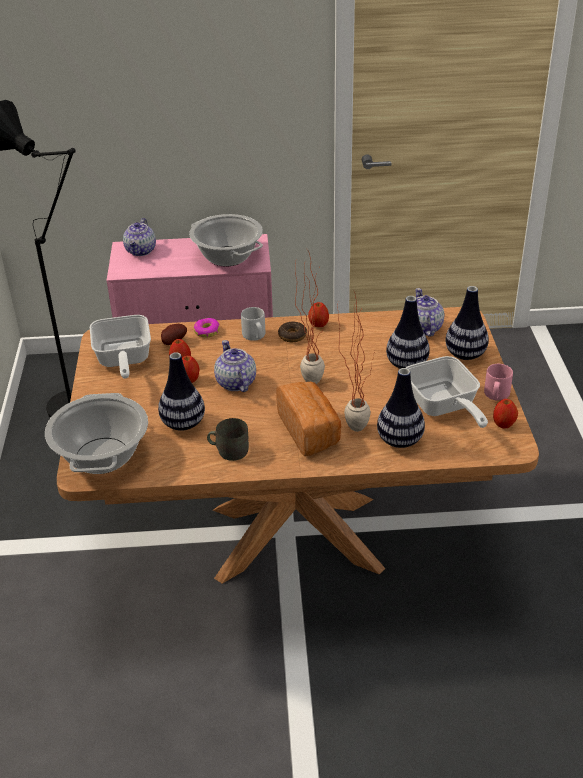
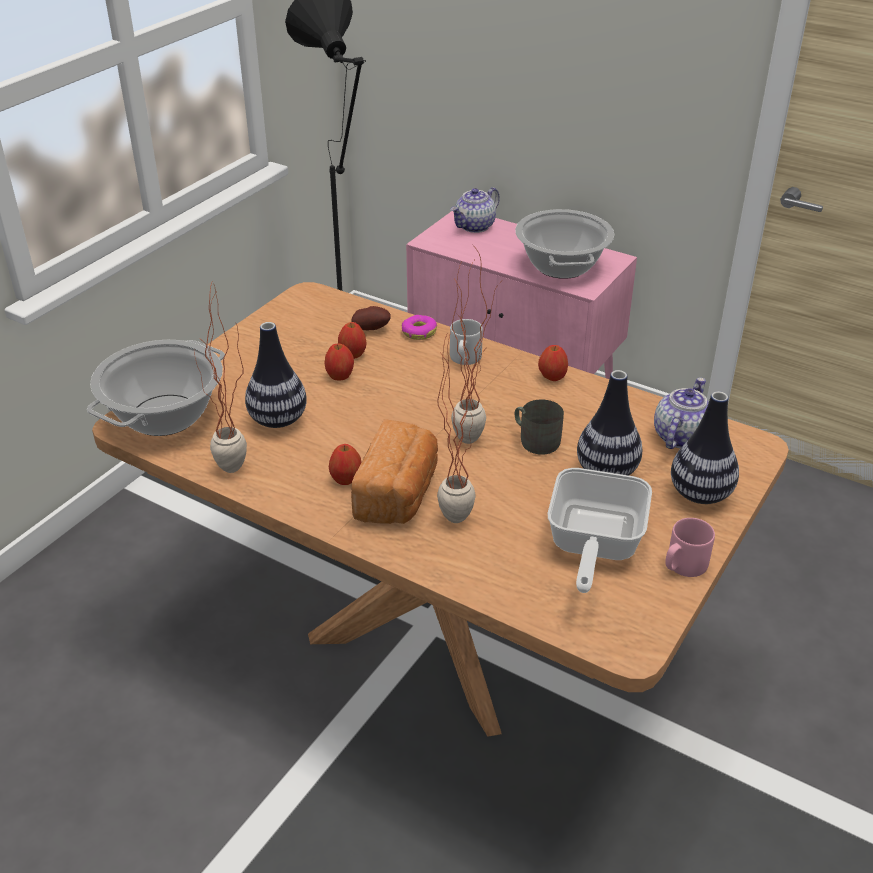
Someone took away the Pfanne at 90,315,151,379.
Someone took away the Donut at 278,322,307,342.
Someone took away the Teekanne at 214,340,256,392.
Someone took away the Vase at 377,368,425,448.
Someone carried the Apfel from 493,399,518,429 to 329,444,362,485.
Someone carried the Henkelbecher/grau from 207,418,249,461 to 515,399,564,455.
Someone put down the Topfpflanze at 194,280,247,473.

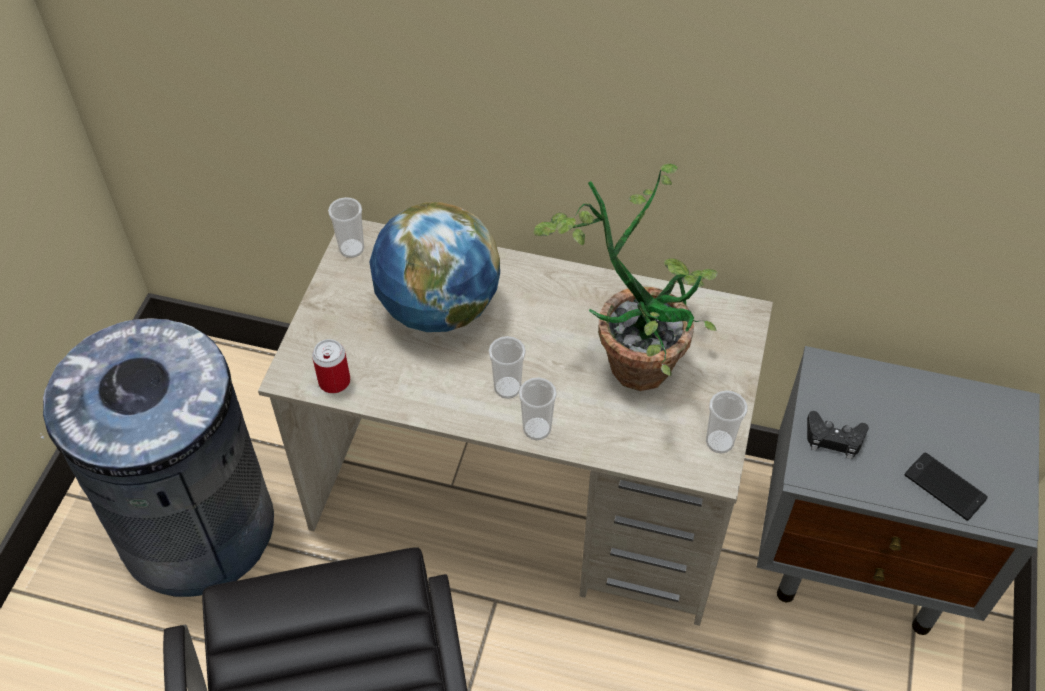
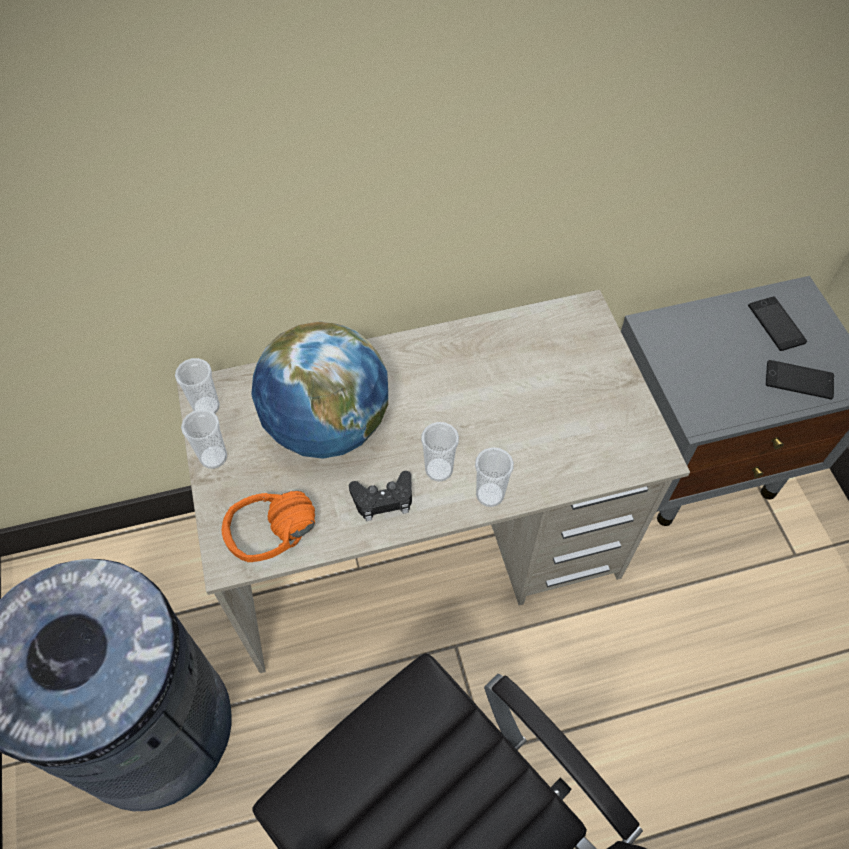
Someone took away the Topfpflanze at 533,164,718,391.
Someone swapped the Dose at 312,339,350,393 for the Kopfhörer/orange at 222,491,315,562.
Someone carried the Tasse from 706,390,748,454 to 181,409,227,469.
Someone carried the Gamepad/schwarz from 807,411,869,459 to 349,471,412,521.
Someone put down the Handy at 748,297,807,351.

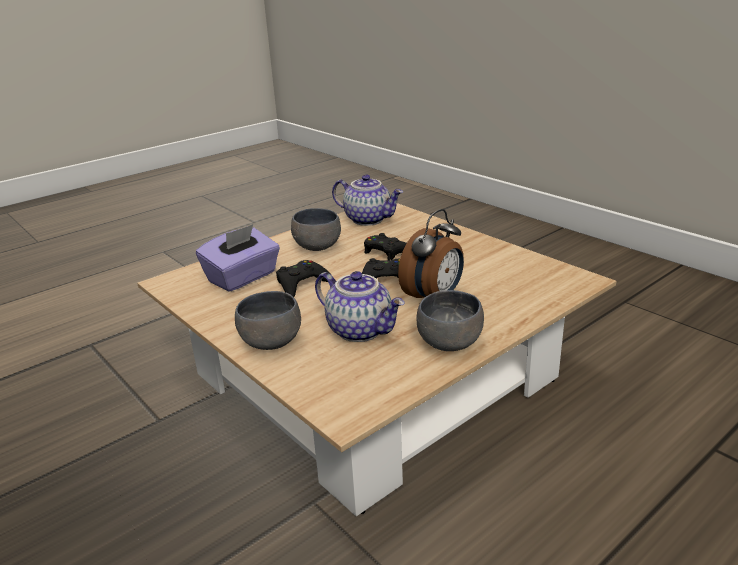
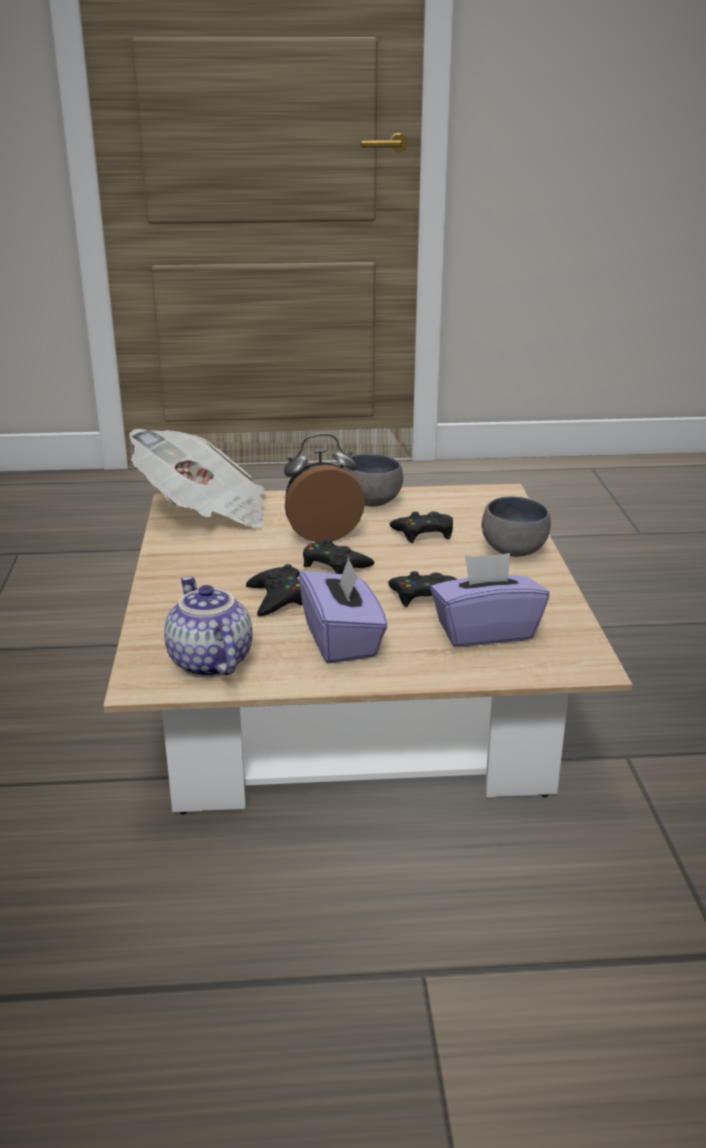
Someone swapped the Schüssel/grau at 291,208,341,251 for the Taschentuchbox/lila at 299,557,388,664.
Someone swapped the Teekanne at 315,271,405,342 for the Gamepad/schwarz at 390,511,453,543.
Someone put down the Zeitung at 129,429,265,528.

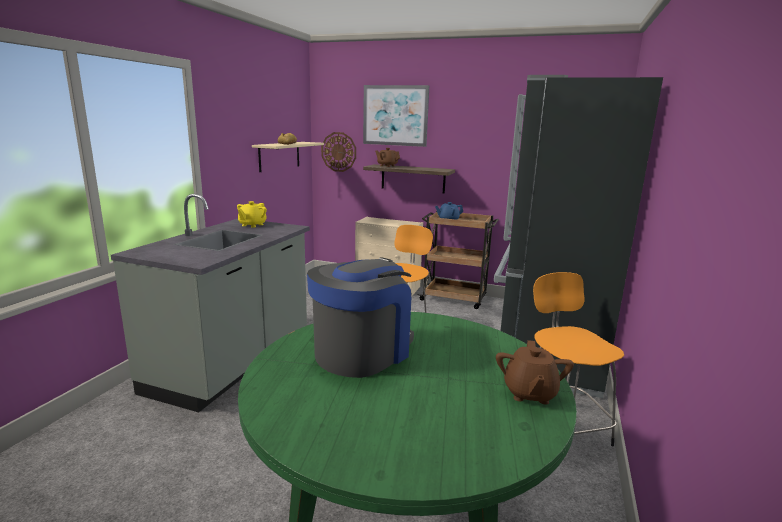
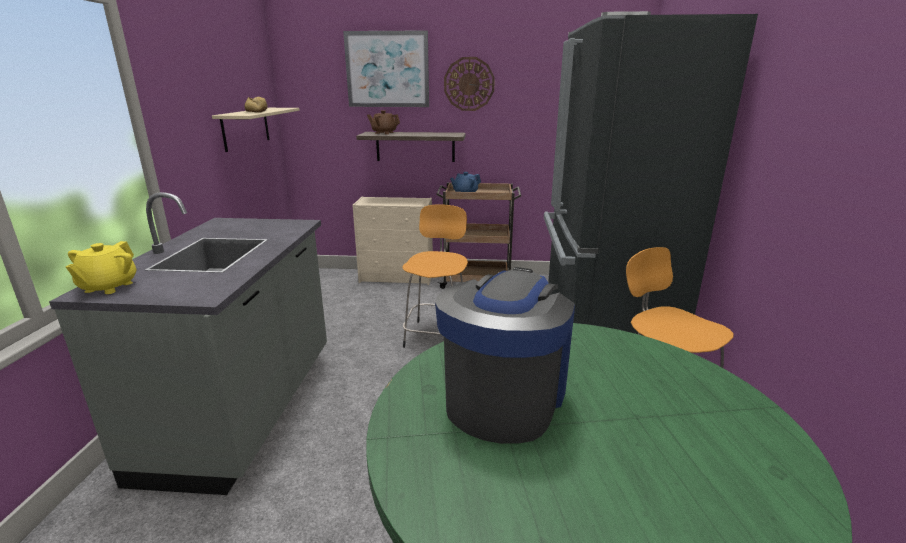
Someone carried the Wanduhr from 321,132,356,172 to 444,57,495,111.
Someone carried the Teekanne/gelb from 237,201,267,228 to 66,241,136,294.
Someone took away the Teekanne/braun at 496,340,574,405.

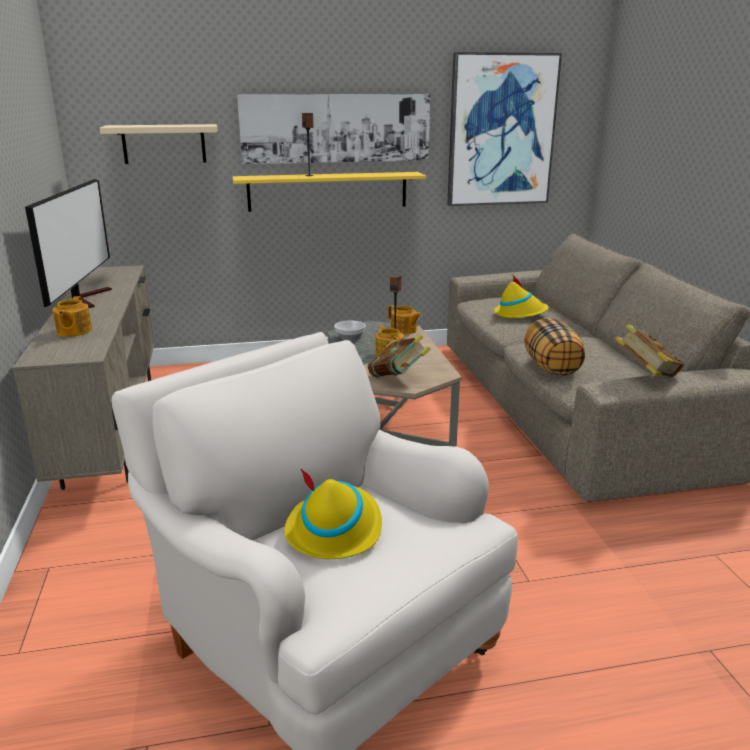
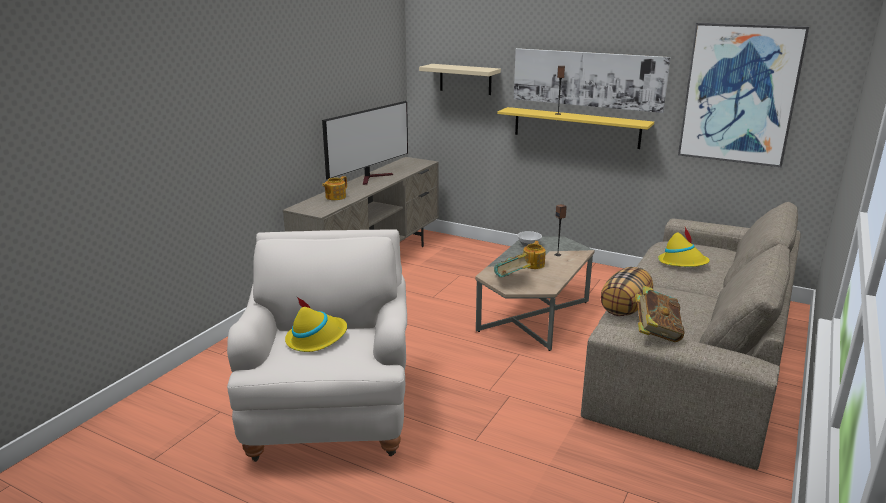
Someone took away the Teekanne at 388,305,422,335.

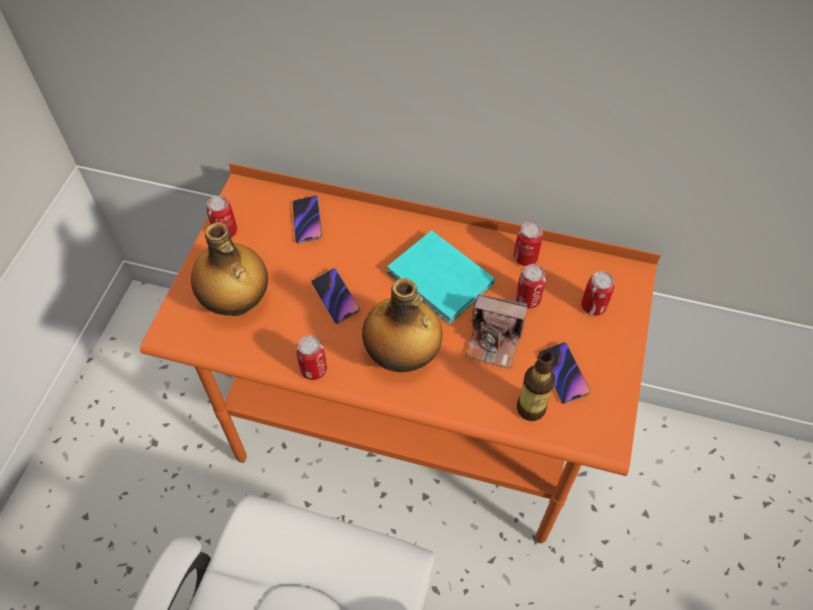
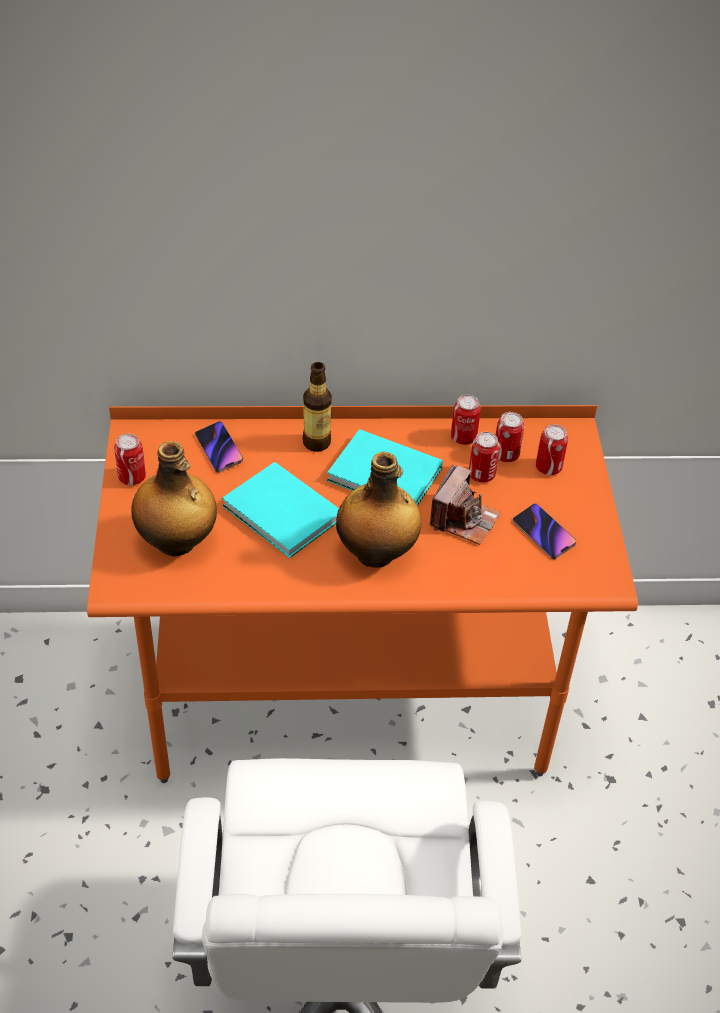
Someone swapped the Handy at 311,268,360,324 for the Buch/türkis at 222,462,339,558.
Someone rotated the Kamera at 465,295,528,369 by 60 degrees counterclockwise.
Someone carried the Dose from 296,335,327,380 to 496,412,524,462.
Someone carried the Flasche from 517,351,555,421 to 303,362,332,452.

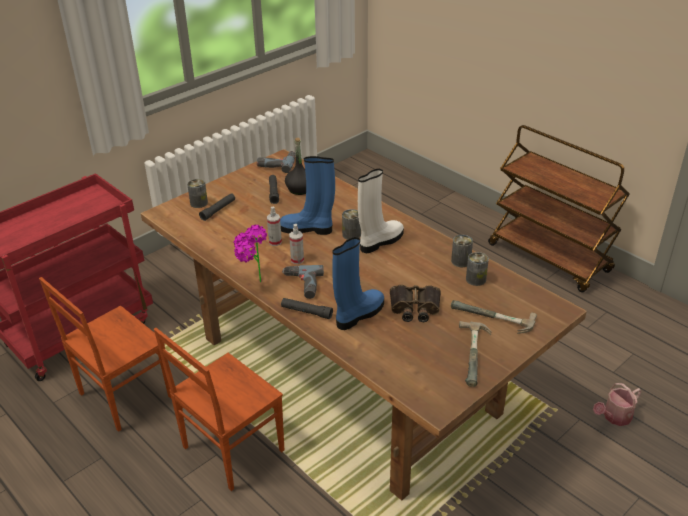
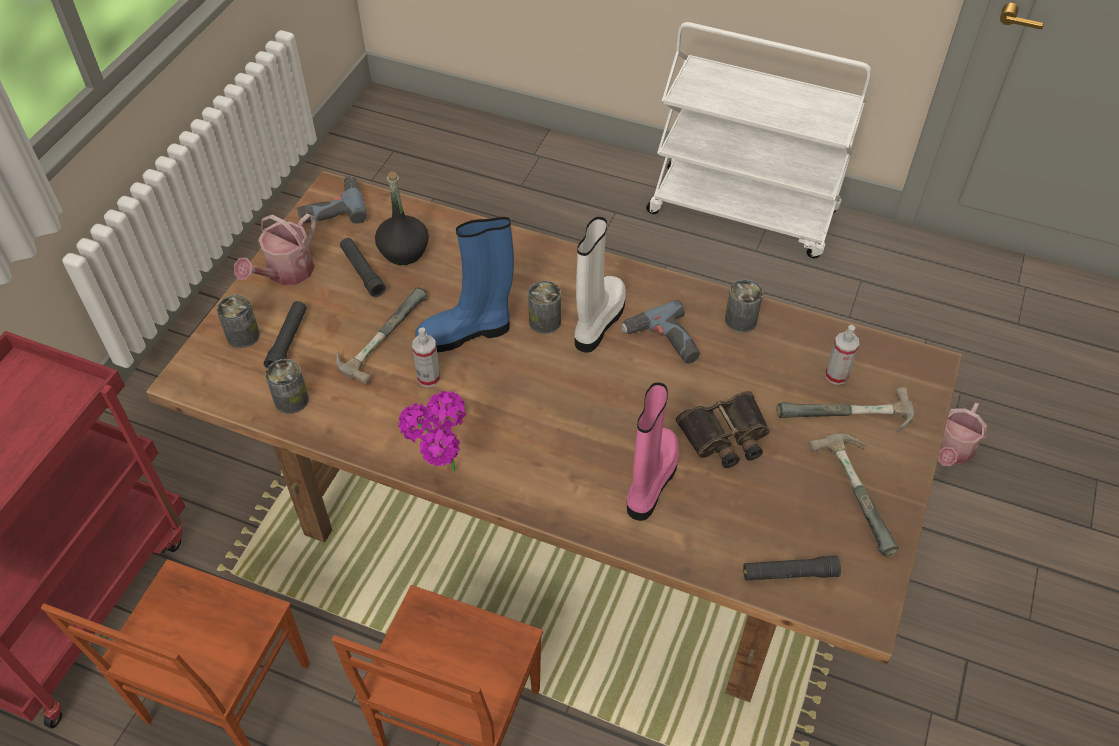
Someone repainted the Rollwagen/braun at 488,125,630,292, which became the Rollwagen/weiß at 646,22,871,258.
Someone carried the Sprühflasche from 289,224,304,264 to 825,325,859,385.
Someone repainted the Stiefel/blau at 332,237,384,330, which became the Stiefel/rosa at 627,382,679,521.
Someone carried the Dose from 466,252,489,286 to 265,359,309,414.
Someone carried the Bohrmaschine from 282,265,324,299 to 621,300,700,363.
Someone carried the Taschenlampe/schwarz from 281,298,333,319 to 743,556,841,580.
Someone put down the Gießkanne at 234,213,316,285.
Someone put down the Hammer at 336,287,427,385.

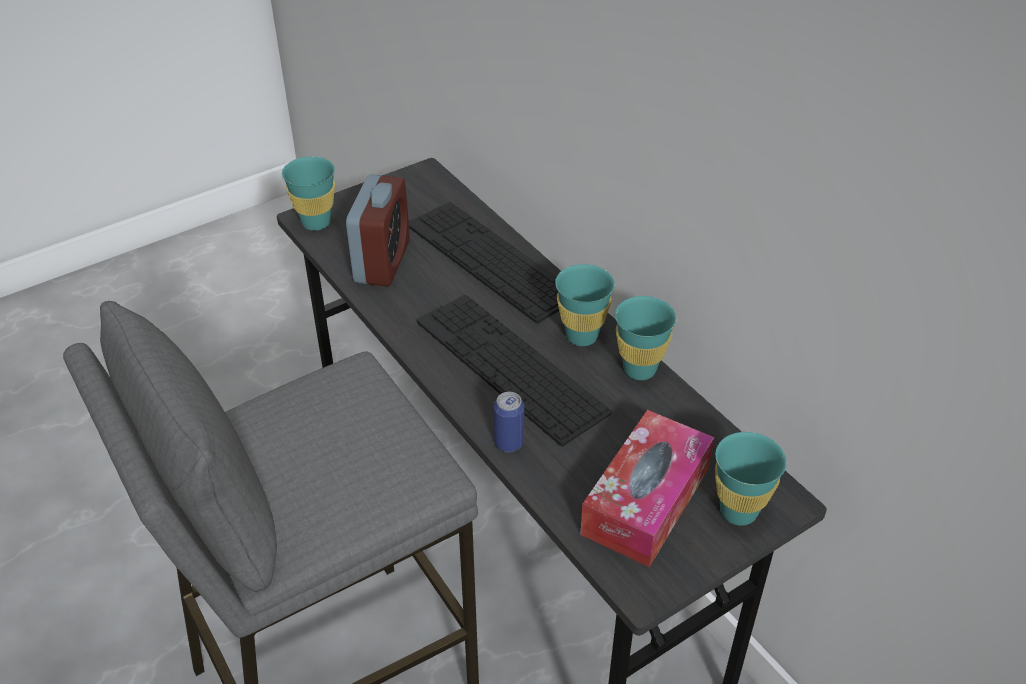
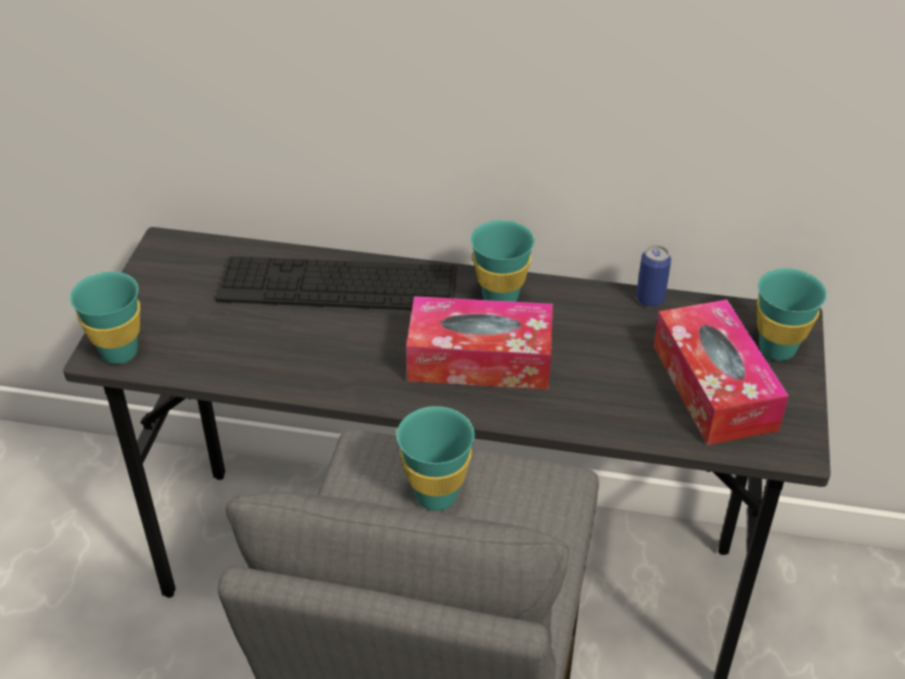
Someone took away the Wecker at 346,174,410,287.
Someone swapped the Tastatur at 417,295,612,447 for the Taschentuchbox at 406,296,553,390.
Someone carried the Tasse/türkis from 615,296,677,380 to 397,406,475,511.
Someone carried the Dose from 494,392,524,452 to 636,245,671,307.

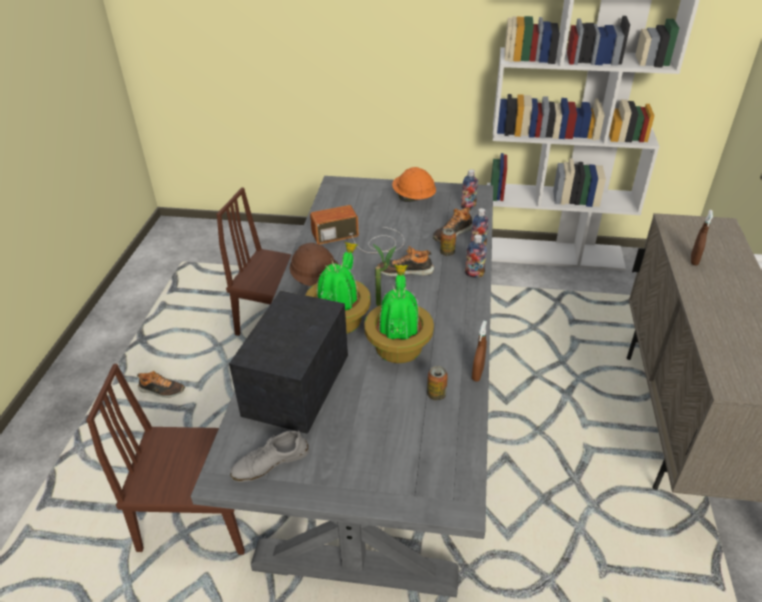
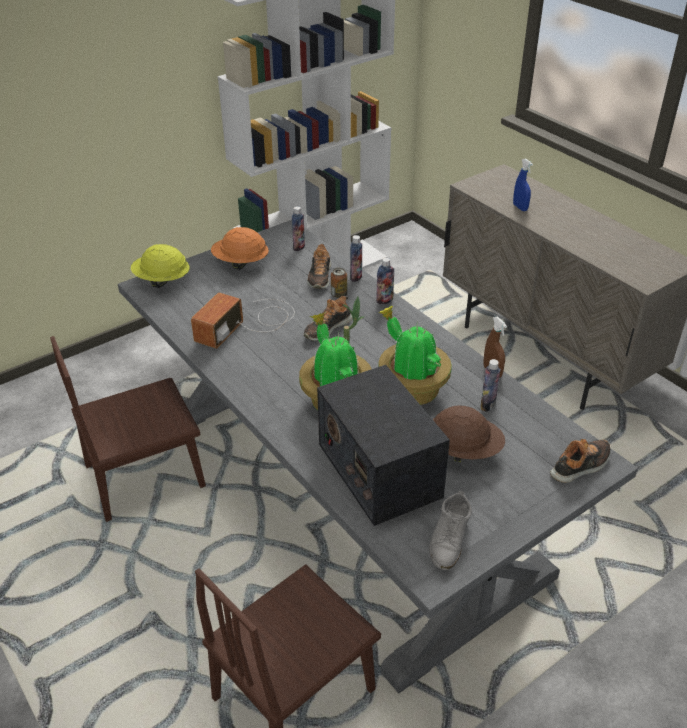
Someone repainted the Sprühflasche/braun at 691,210,713,265, which became the Sprühflasche/blau at 513,158,533,211.
Someone carried the Schutzhelm/braun from 289,243,338,286 to 433,405,505,462.
Someone swapped the Dose at 427,366,448,401 for the Flasche at 480,359,501,412.
Someone carried the Schuh from 137,371,185,398 to 550,439,611,483.
Someone put down the Schutzhelm/gelb at 131,244,190,288.

